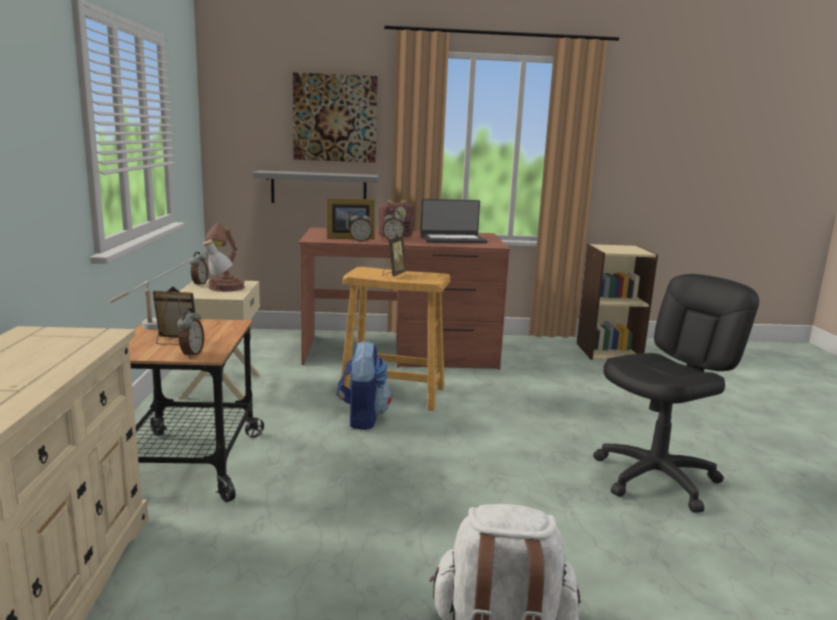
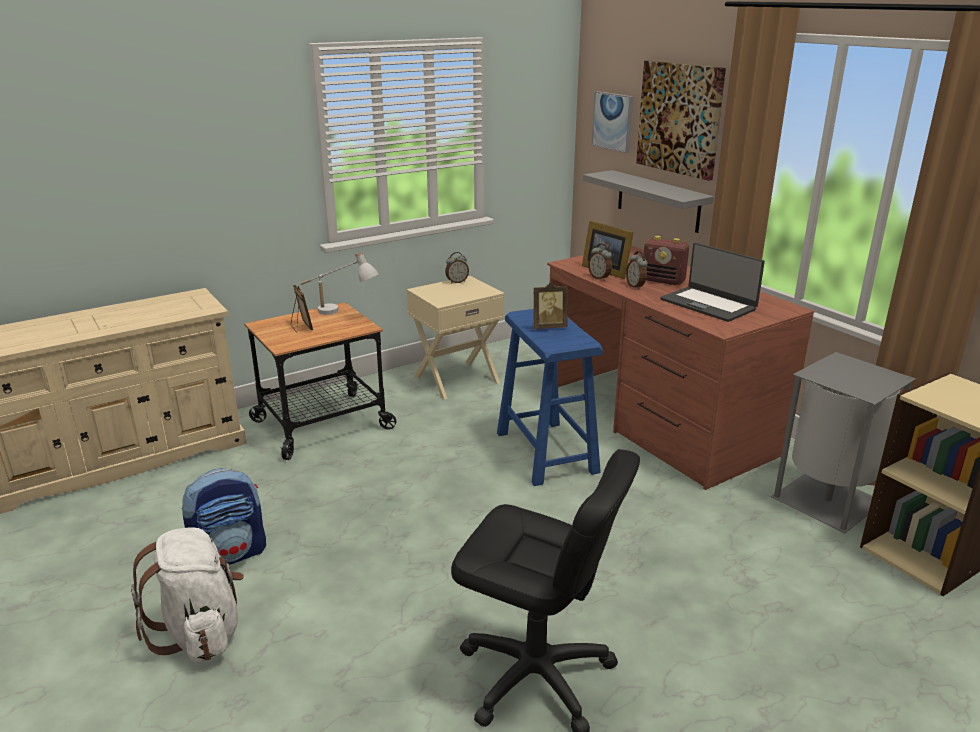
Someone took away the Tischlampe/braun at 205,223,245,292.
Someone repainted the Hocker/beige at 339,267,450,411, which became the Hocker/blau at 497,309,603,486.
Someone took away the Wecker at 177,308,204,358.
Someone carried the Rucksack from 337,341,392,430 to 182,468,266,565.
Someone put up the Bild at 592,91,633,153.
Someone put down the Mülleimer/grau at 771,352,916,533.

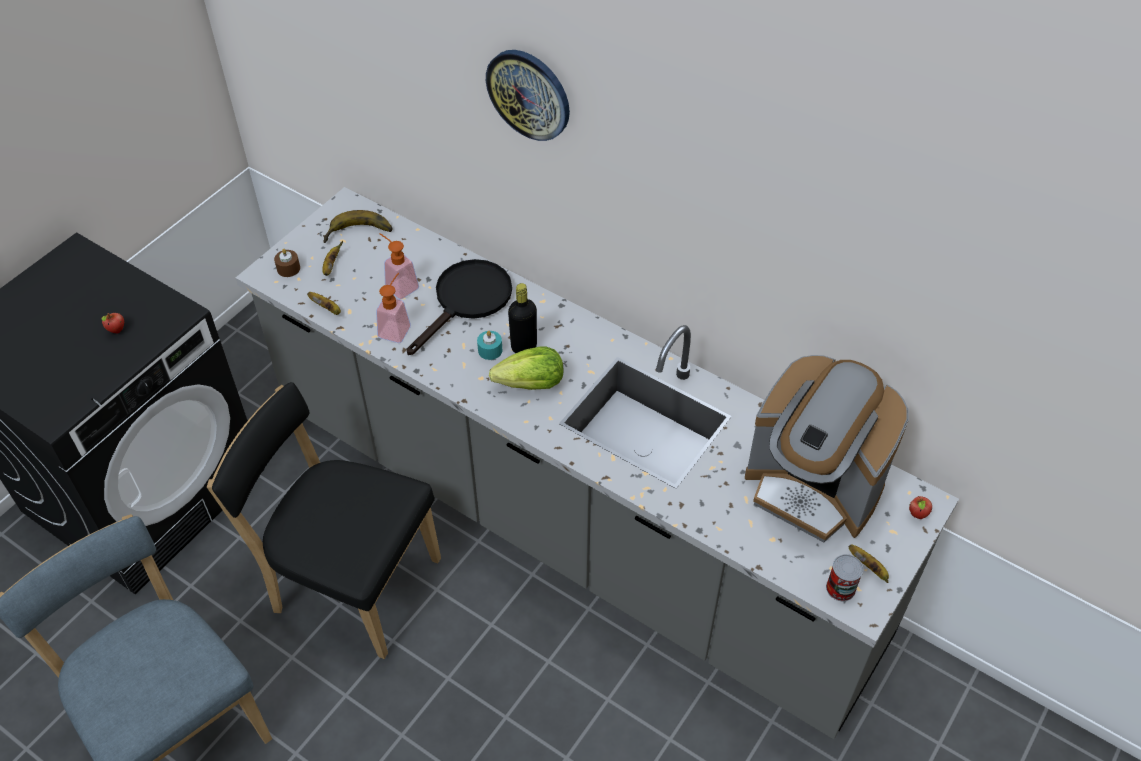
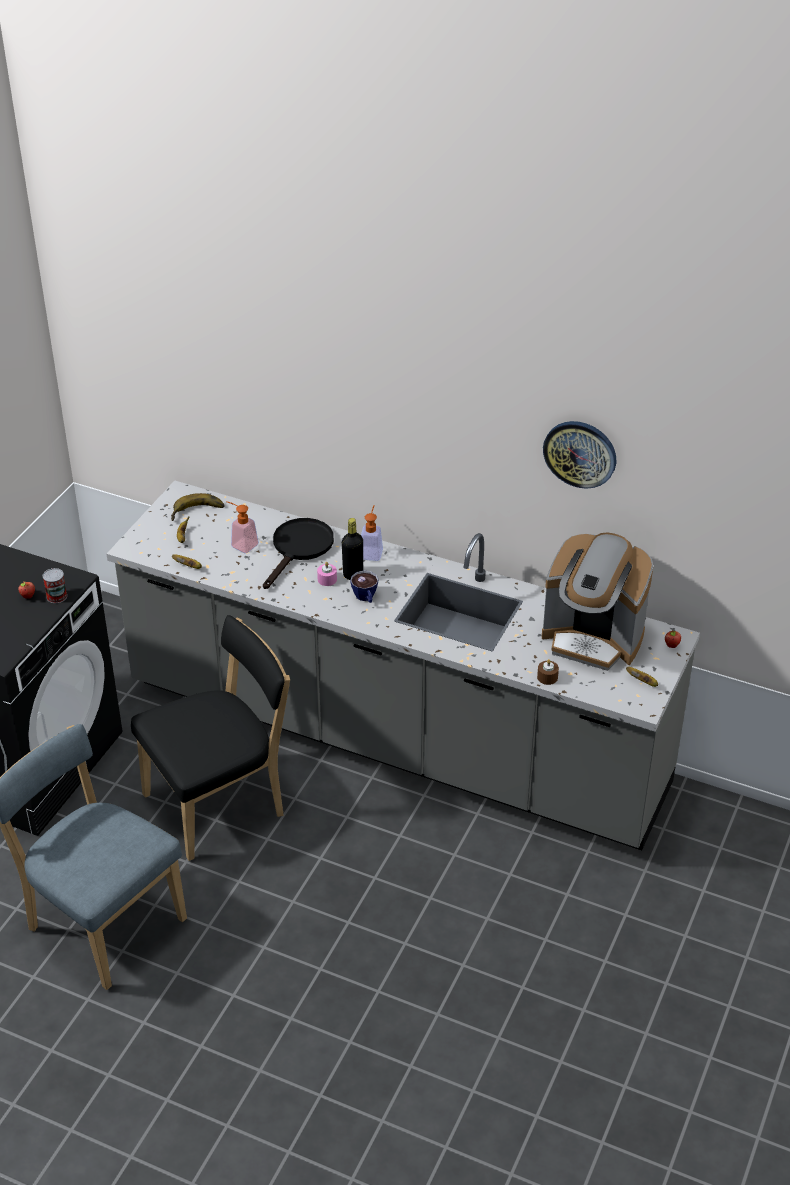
Someone carried the Wanduhr from 486,50,570,141 to 543,421,616,489.
Someone carried the Kerze/braun from 274,249,300,277 to 537,659,559,685.
Someone carried the Seifenspender from 376,273,411,343 to 361,505,383,561.
Someone repainted the Kerze/türkis at 477,331,502,360, which became the Kerze/rosa at 317,562,337,586.
Someone swapped the Salatkopf at 489,346,563,390 for the Tasse at 350,571,378,603.
Someone rotated the Stuhl/schwarz at 207,382,441,659 by 135 degrees clockwise.
Someone carried the Dose from 826,554,863,601 to 43,568,67,603.

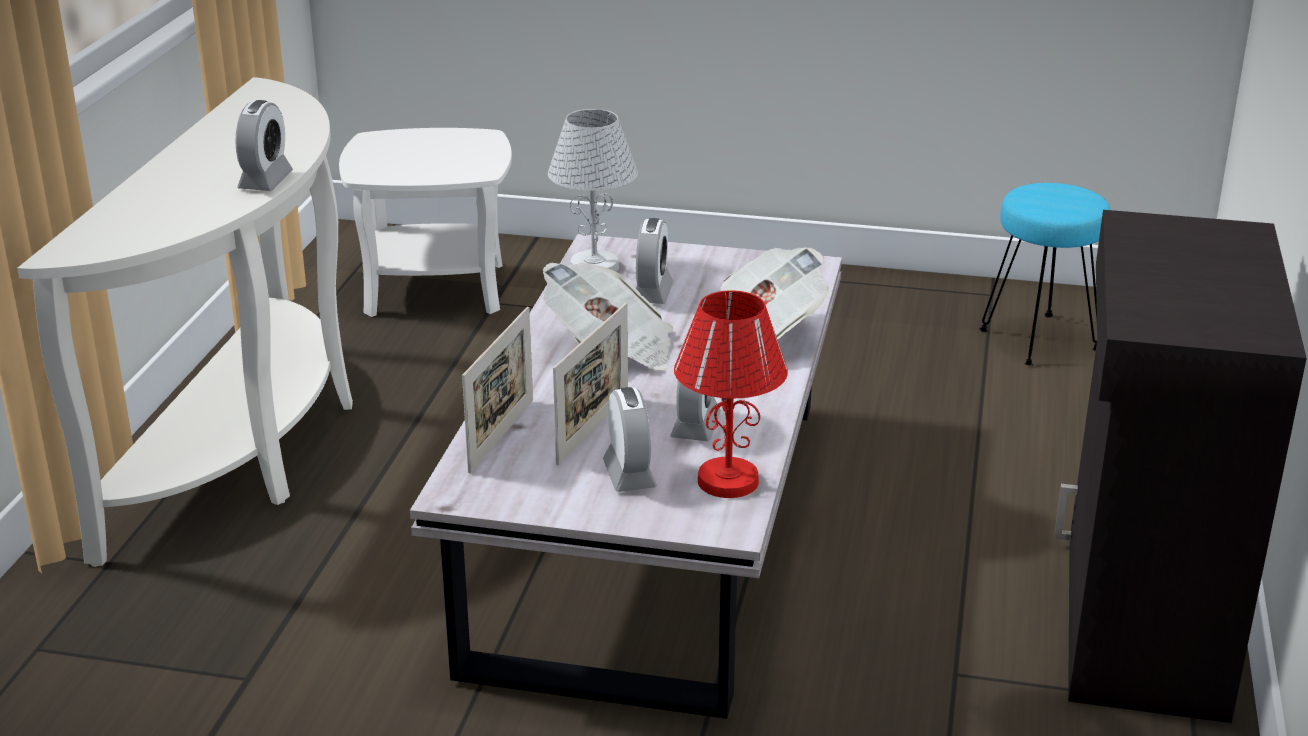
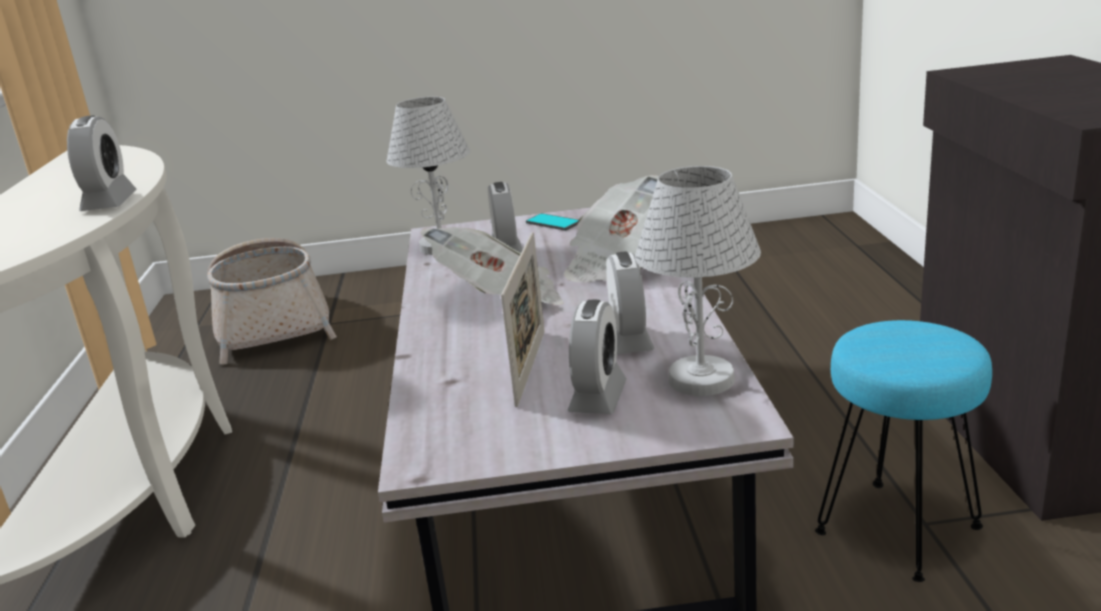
Someone swapped the Beistelltisch/weiß at 339,128,512,317 for the Korb at 207,238,337,364.
Someone carried the Hocker/türkis from 980,183,1111,365 to 815,320,992,582.
Someone repainted the Tischlampe/rot at 674,290,788,498, which became the Tischlampe/weiß at 635,166,761,396.
Someone took away the Bilderrahmen at 462,307,533,473.
Someone rotated the Wecker at 603,387,657,492 by 45 degrees clockwise.
Someone put down the Handy at 526,213,578,231.

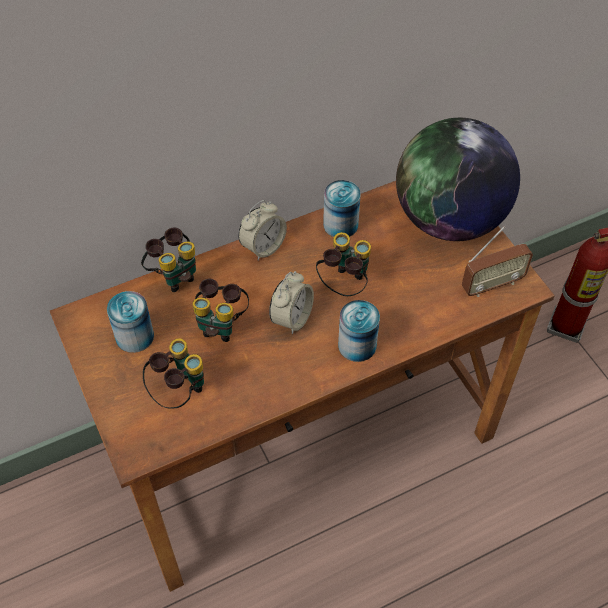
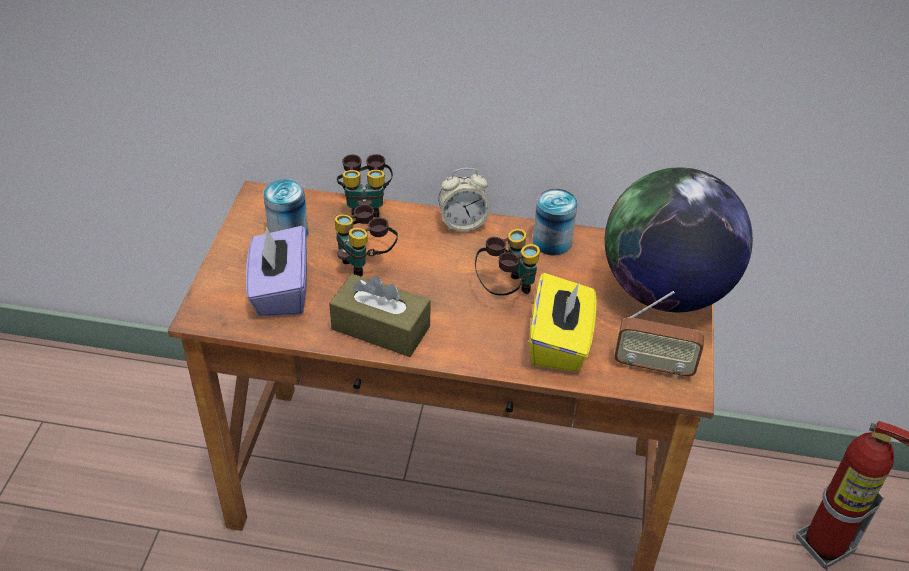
Someone took away the Wecker at 269,271,314,334.
Someone took away the Dose at 338,300,380,362.
Someone swapped the Fernglas at 143,338,204,409 for the Taschentuchbox/lila at 246,226,307,316.
Someone put down the Taschentuchbox/gelb at 530,273,596,372.
Someone put down the Taschentuchbox/braun at 329,274,431,357.

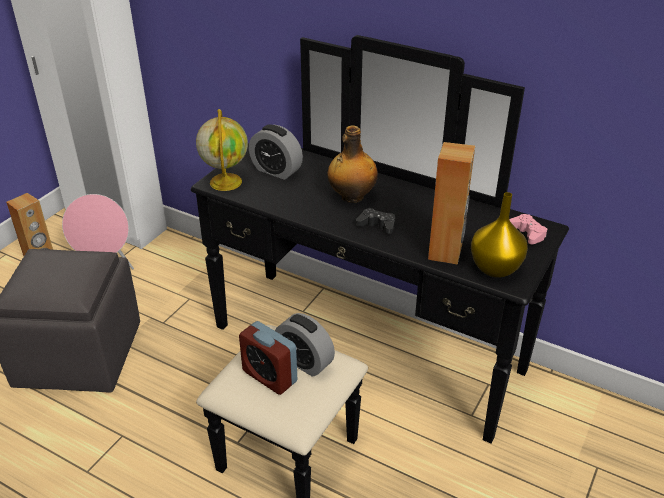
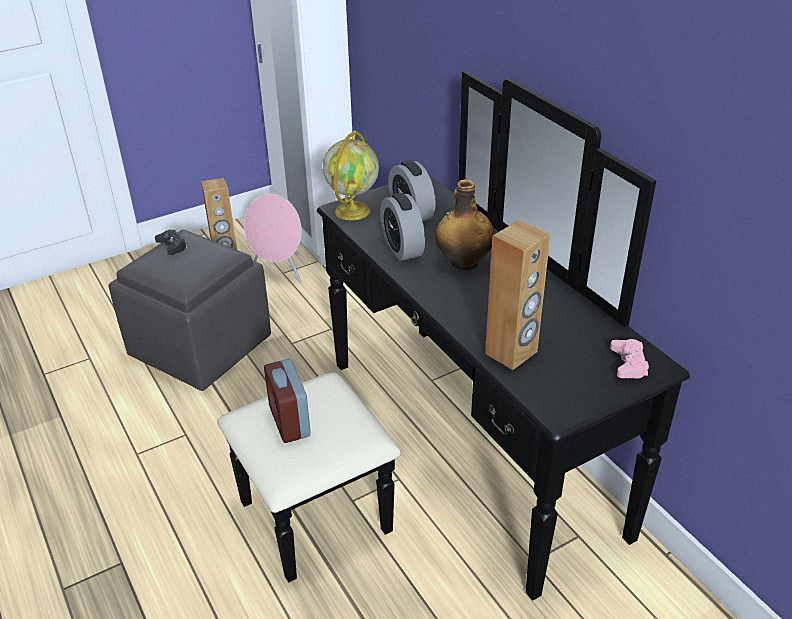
Someone took away the Vase/gelb at 471,192,528,278.
Someone carried the Gamepad/schwarz from 356,208,395,234 to 155,230,187,255.
Someone carried the Wecker from 275,313,335,376 to 380,193,425,261.

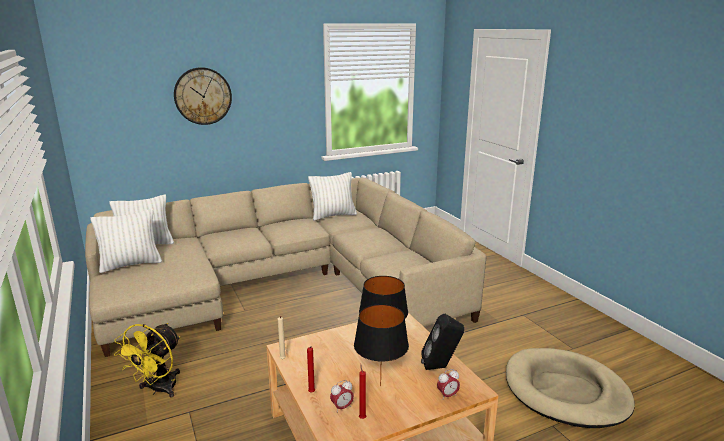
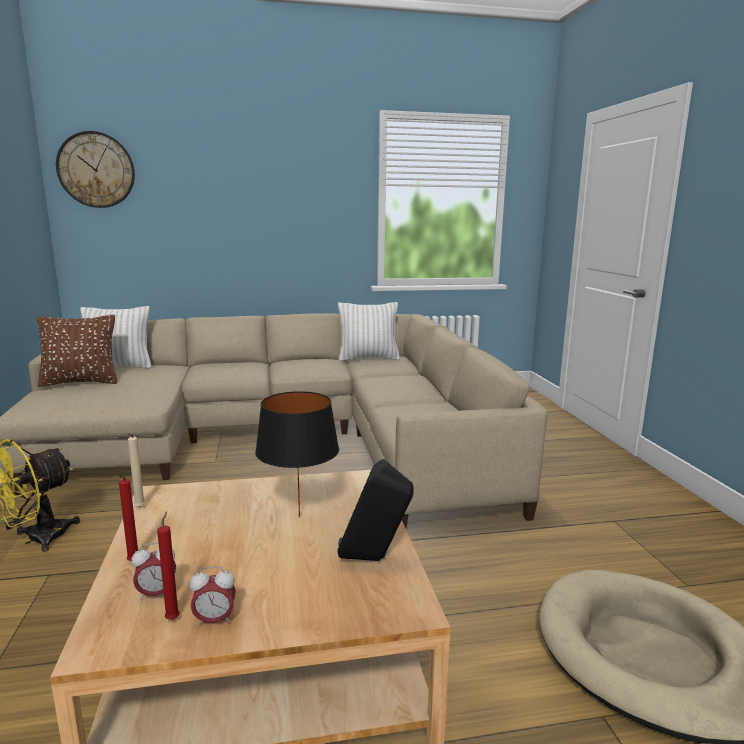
Someone carried the Wanduhr from 174,67,232,125 to 56,131,135,208.
Someone repainted the Kissen/weiß at 90,209,162,273, which became the Kissen/braun at 37,315,118,387.
Someone took away the Tischlampe/schwarz at 354,304,409,386.
Someone carried the Wecker from 437,369,460,399 to 190,566,236,627.

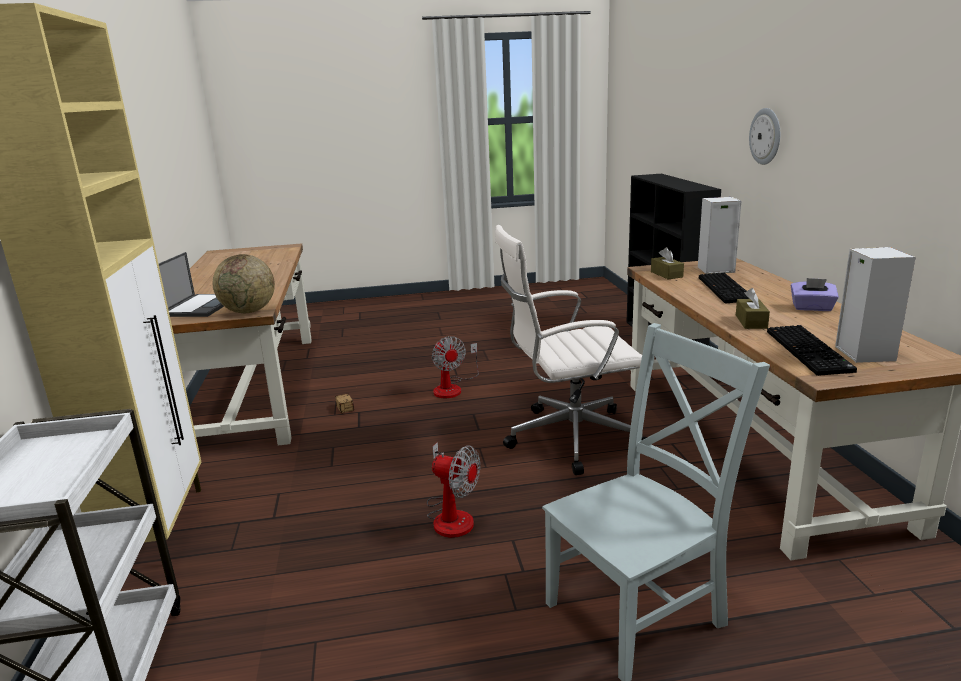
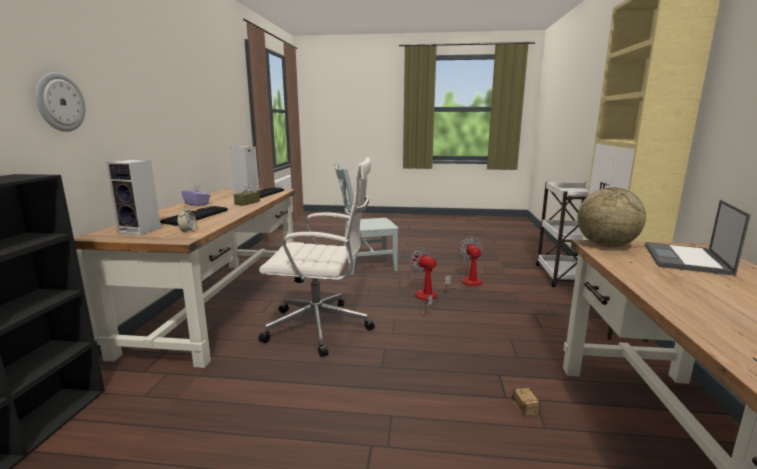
Someone swapped the Taschentuchbox/braun at 651,247,684,279 for the Wecker at 177,206,197,233.
Someone carried the Ventilator from 432,336,479,398 to 445,237,483,293.

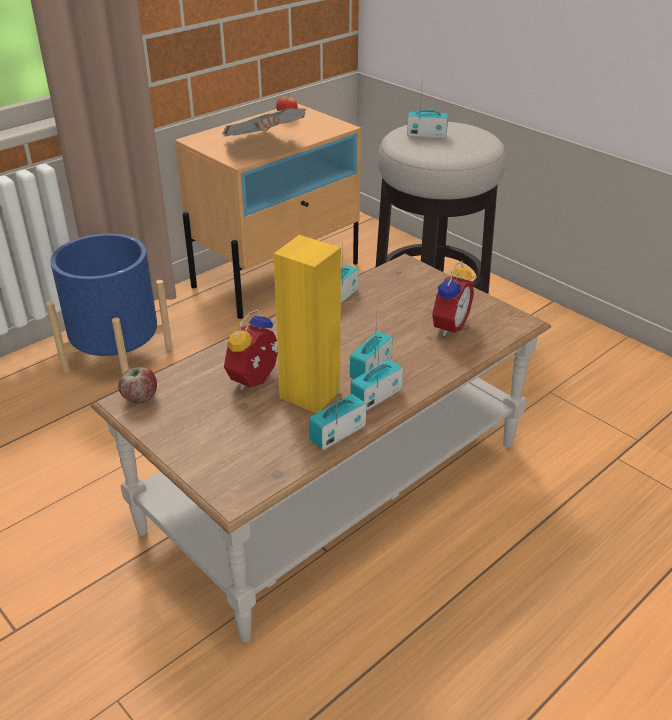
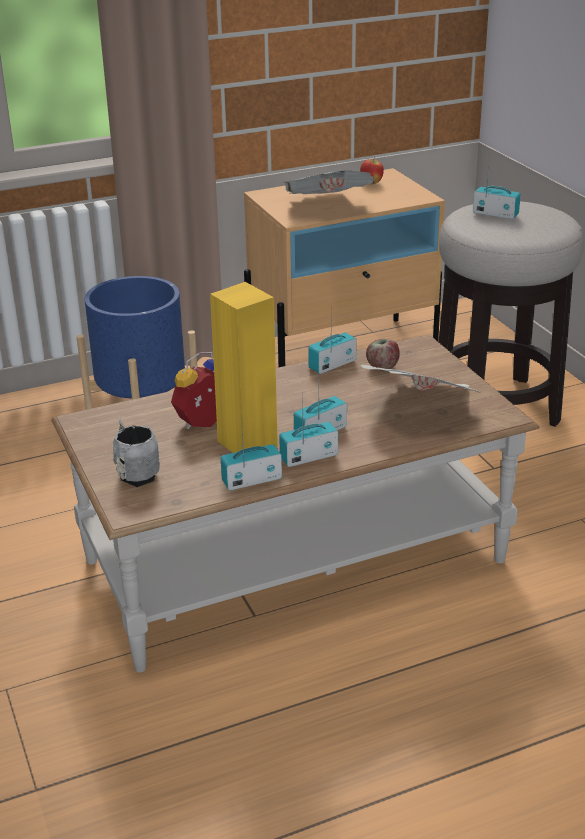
Someone swapped the Wecker at 431,261,474,336 for the Zeitung at 360,364,481,393.
Someone carried the Apfel from 118,367,157,403 to 366,339,400,371.
Someone put down the Henkelbecher/grau at 113,419,160,487.

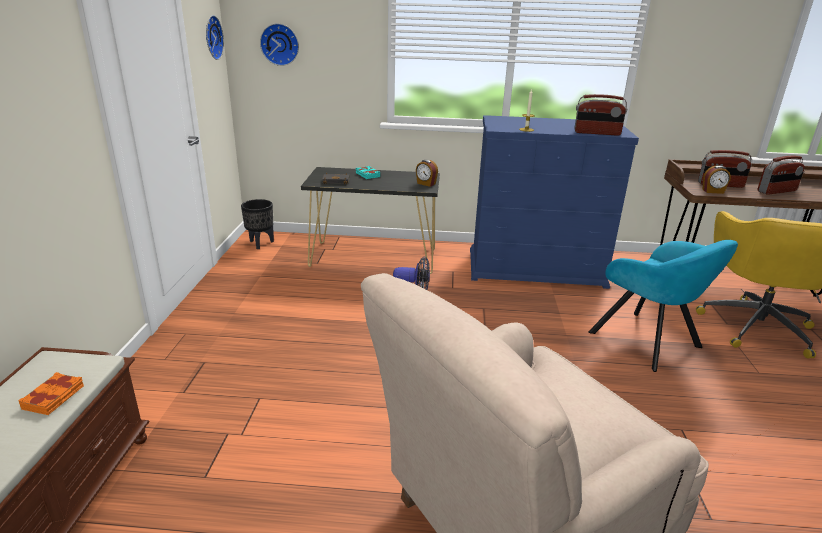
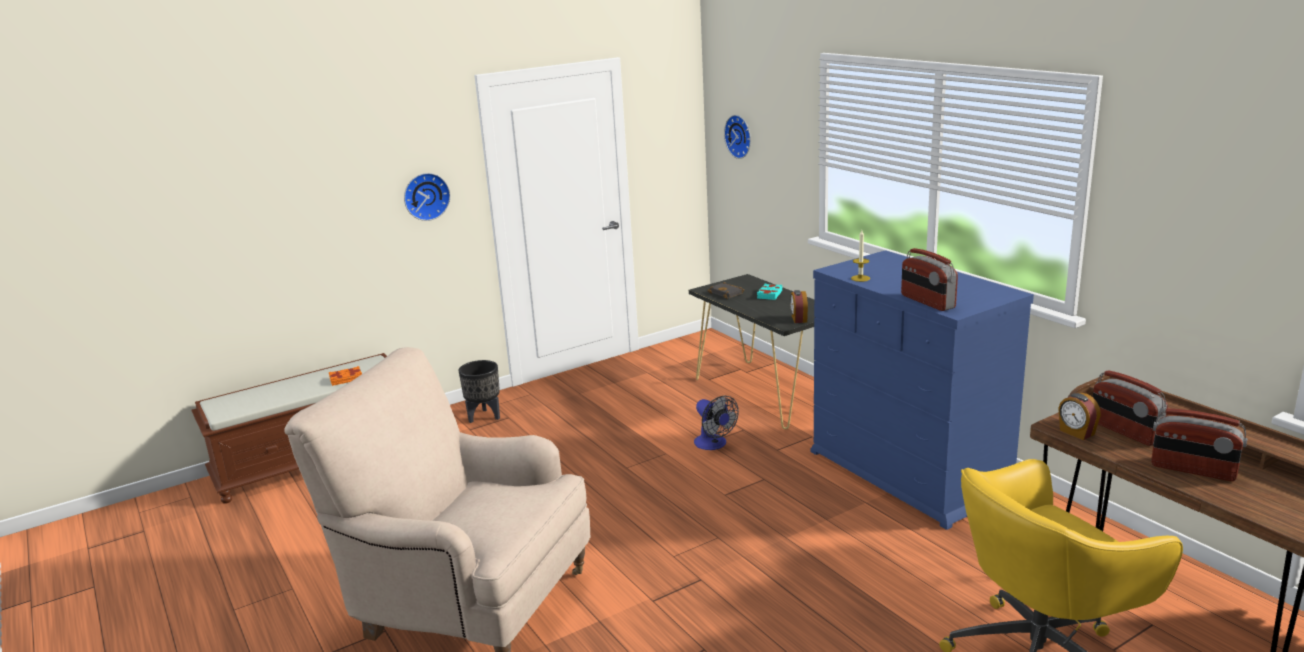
Someone carried the Wanduhr from 206,15,224,60 to 404,173,450,221.
Someone carried the Pflanzkübel/schwarz from 241,199,274,249 to 459,360,500,423.
Someone took away the Sessel/türkis at 588,240,738,372.

